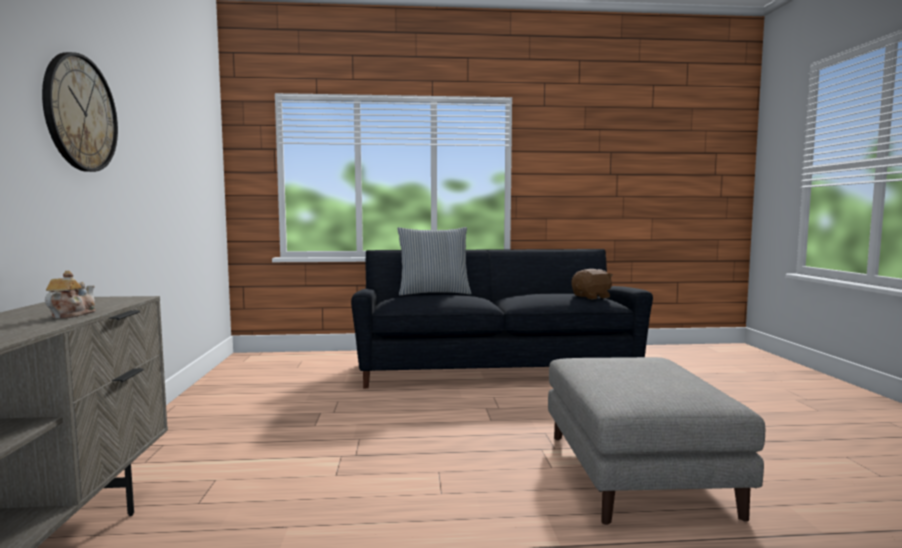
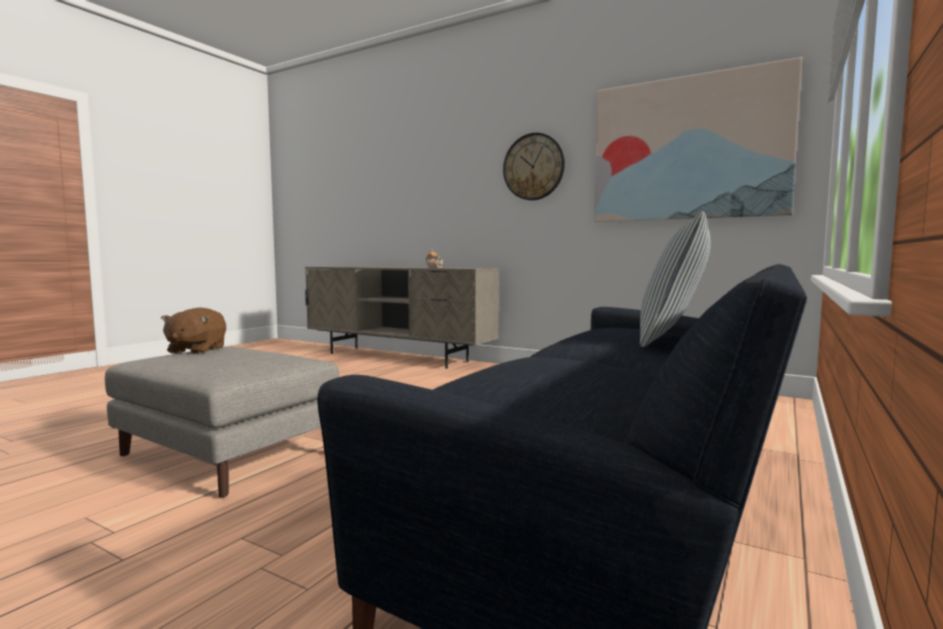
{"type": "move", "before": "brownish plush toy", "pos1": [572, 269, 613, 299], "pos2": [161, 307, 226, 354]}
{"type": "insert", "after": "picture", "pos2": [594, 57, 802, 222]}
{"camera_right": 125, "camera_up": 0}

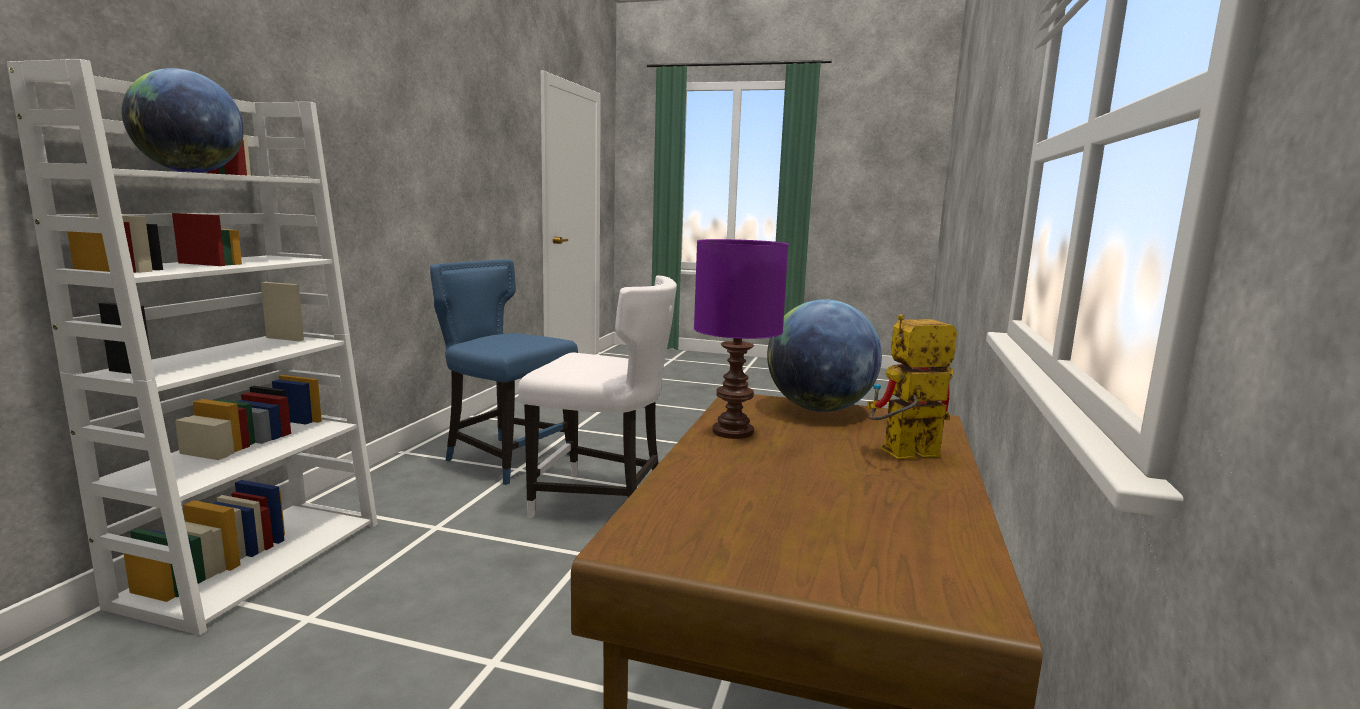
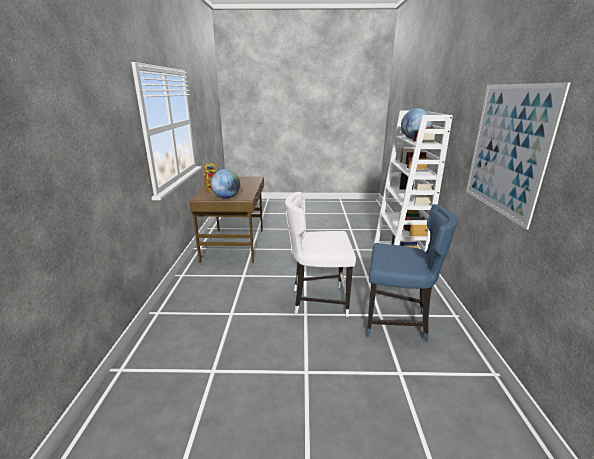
{"type": "delete", "before": "purplish tabletop lamp", "pos1": [694, 239, 789, 439]}
{"type": "insert", "after": "picture", "pos2": [466, 82, 571, 230]}
{"camera_right": 165, "camera_up": 10}

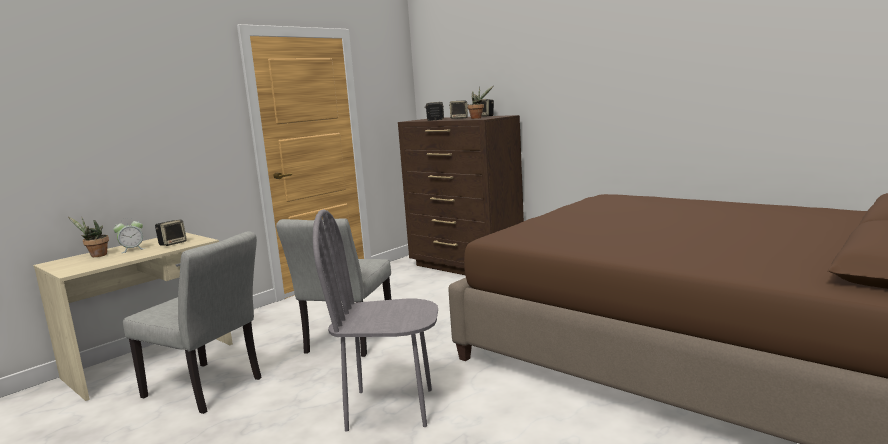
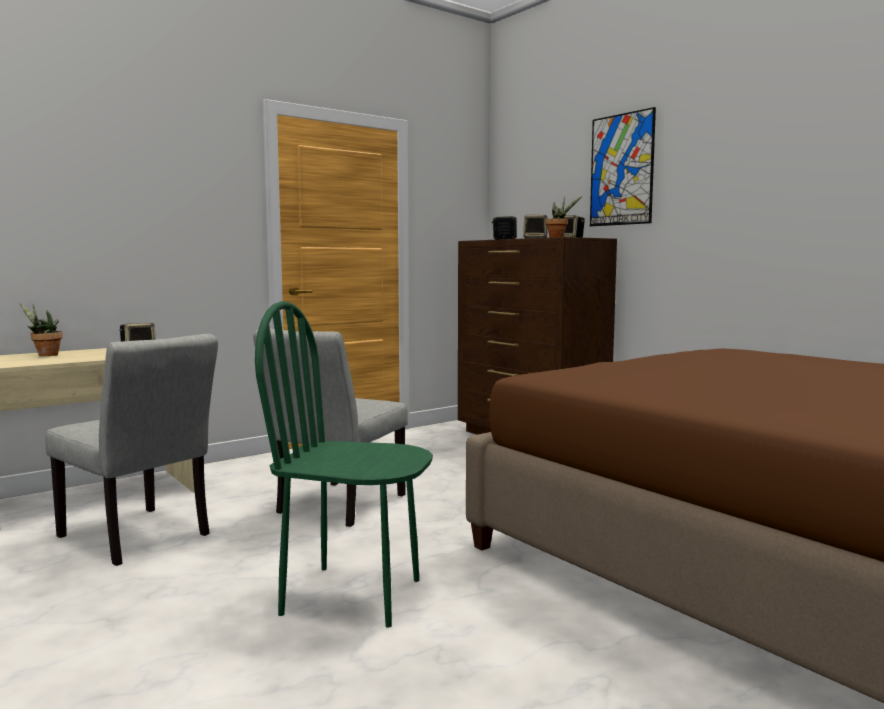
{"type": "recolor", "before": "gray upright chair", "after": "greenish upright chair", "pos1": [313, 209, 438, 432], "pos2": [255, 301, 433, 628]}
{"type": "delete", "before": "alarm clock", "pos1": [113, 219, 146, 253]}
{"type": "insert", "after": "picture", "pos2": [590, 107, 656, 226]}
{"camera_right": 10, "camera_up": -5}

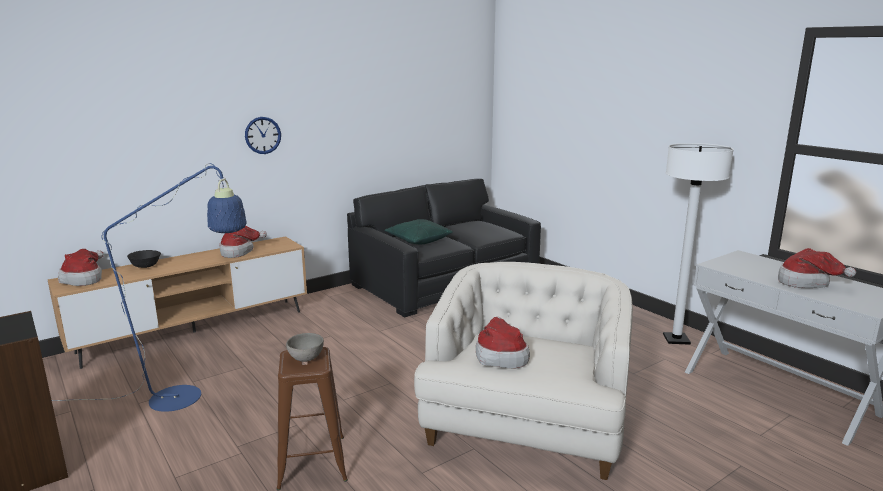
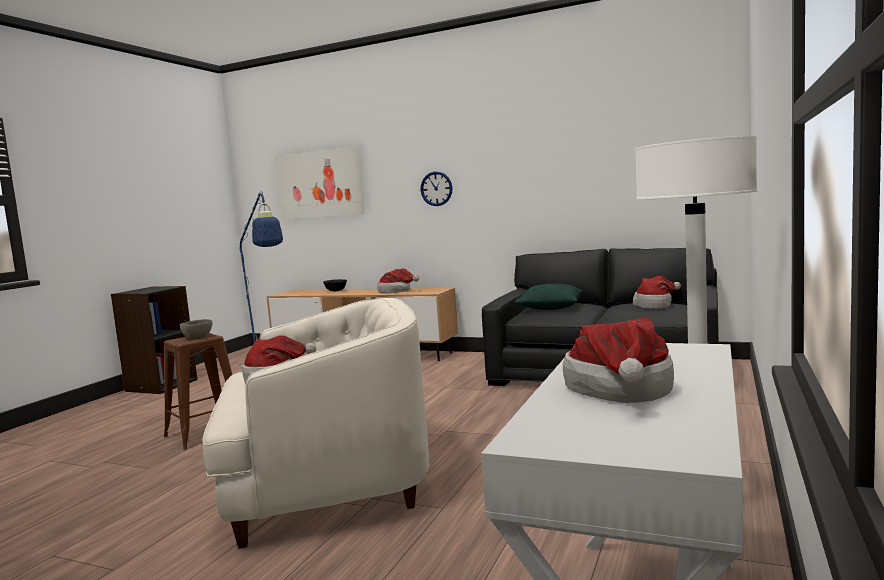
{"type": "move", "before": "wearable hat", "pos1": [58, 249, 104, 286], "pos2": [633, 276, 681, 309]}
{"type": "insert", "after": "picture", "pos2": [275, 146, 365, 220]}
{"camera_right": 60, "camera_up": -10}

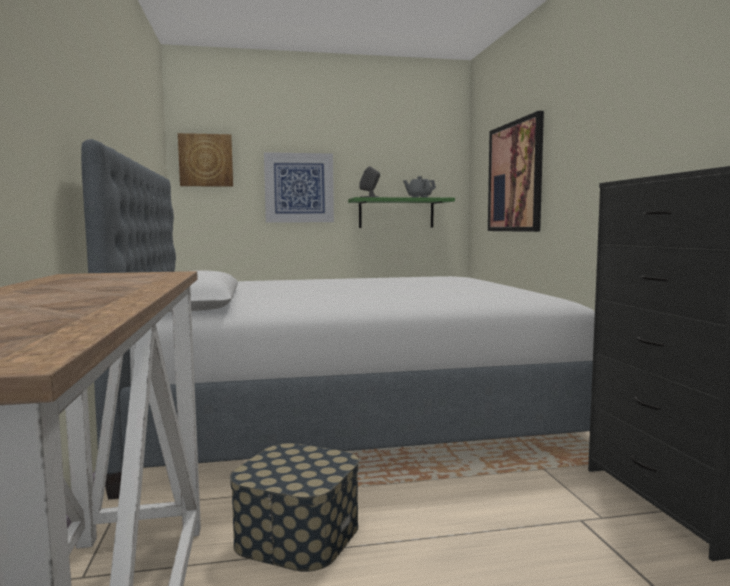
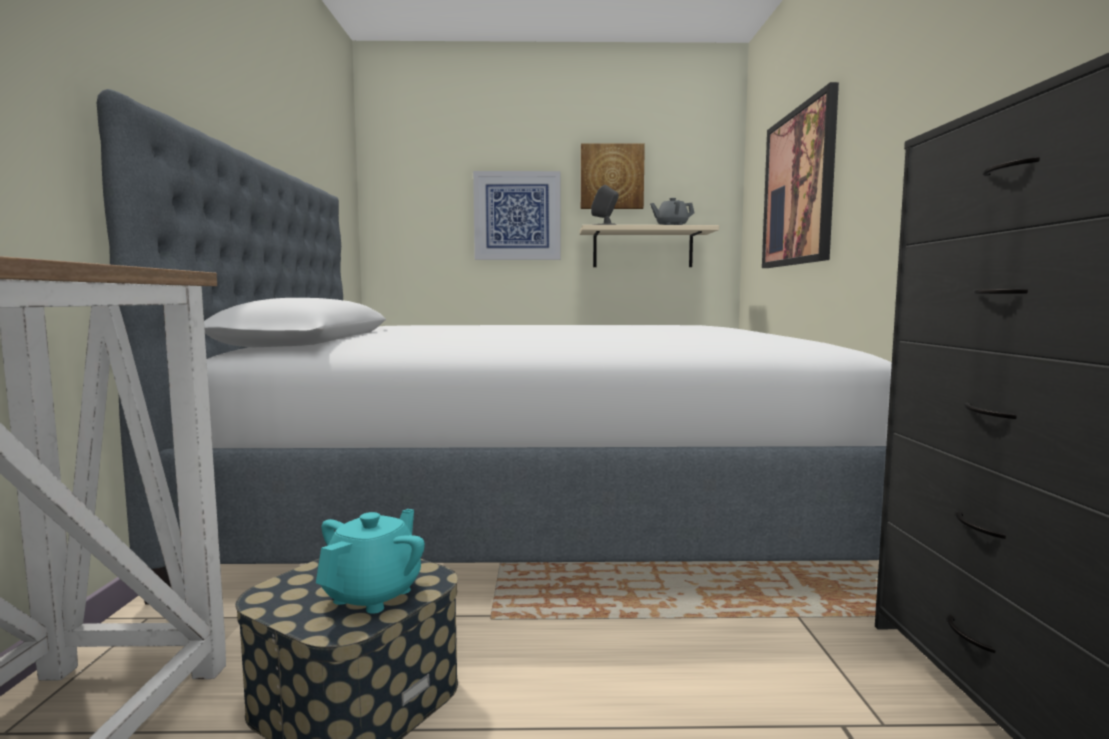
{"type": "move", "before": "picture", "pos1": [178, 133, 233, 187], "pos2": [581, 143, 645, 209]}
{"type": "recolor", "before": "greenish shelf", "after": "sand-coloured shelf", "pos1": [348, 197, 455, 228], "pos2": [580, 225, 719, 267]}
{"type": "insert", "after": "turquoise teapot", "pos2": [316, 509, 425, 614]}
{"camera_right": 10, "camera_up": 0}

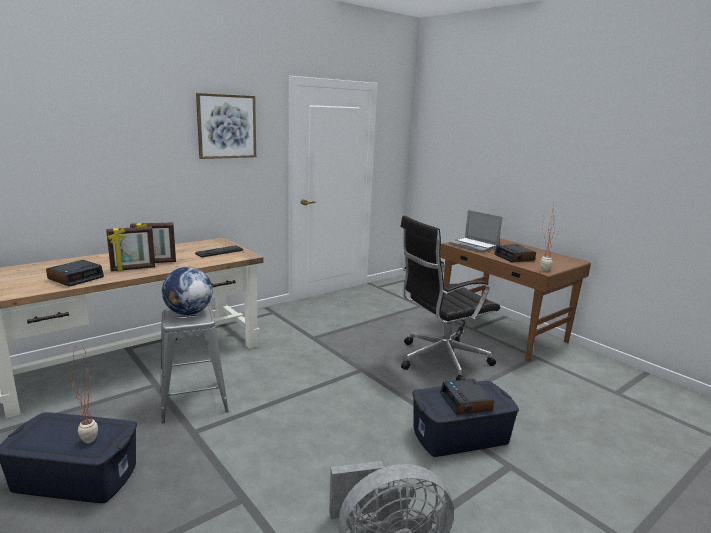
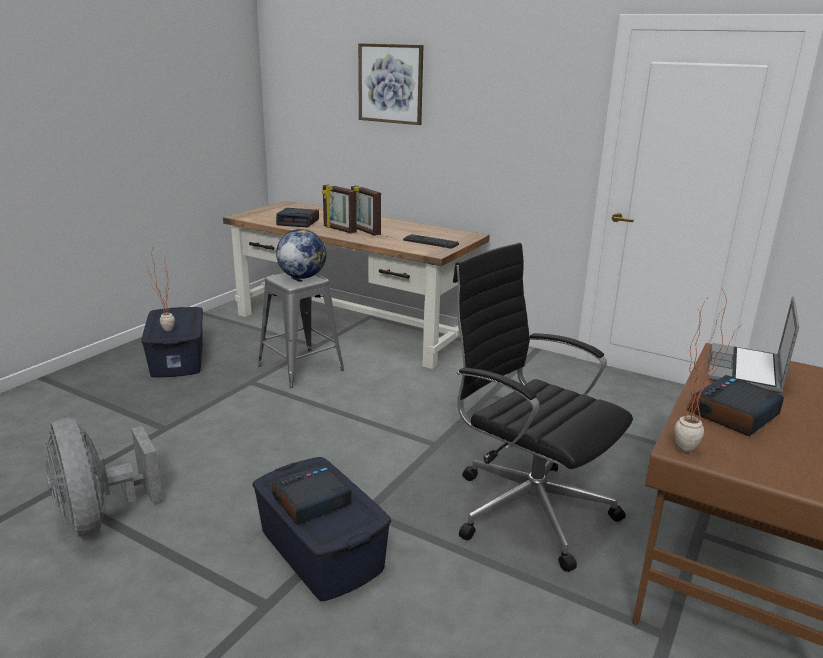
{"type": "move", "before": "picture", "pos1": [196, 93, 256, 159], "pos2": [358, 43, 424, 125]}
{"camera_right": 70, "camera_up": 5}

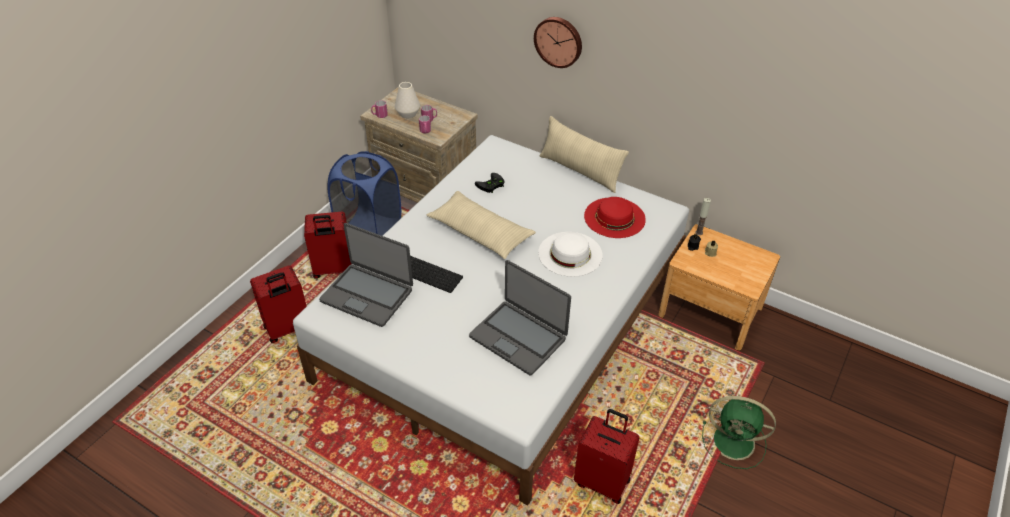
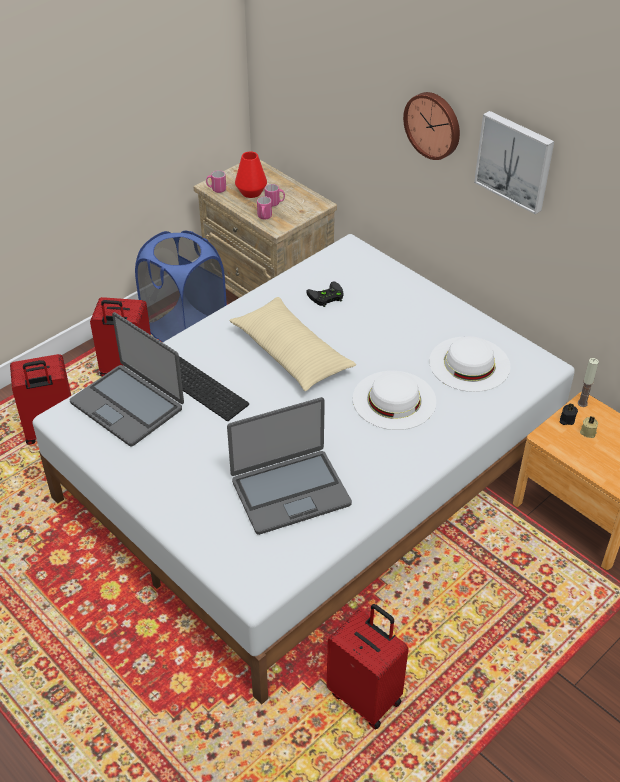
{"type": "recolor", "before": "white-coloured decorative vase", "after": "red-coloured decorative vase", "pos1": [395, 82, 420, 118], "pos2": [235, 151, 267, 198]}
{"type": "delete", "before": "sand-coloured throw pillow", "pos1": [540, 116, 629, 193]}
{"type": "recolor", "before": "red-coloured wearable hat", "after": "white-coloured wearable hat", "pos1": [584, 197, 646, 238], "pos2": [429, 336, 510, 392]}
{"type": "rotate", "before": "laptop", "pos1": [469, 260, 571, 375], "pos2": [227, 397, 352, 535], "turn": -75}
{"type": "delete", "before": "greenish cooling fan", "pos1": [702, 396, 776, 469]}
{"type": "insert", "after": "picture", "pos2": [474, 111, 554, 215]}
{"camera_right": 15, "camera_up": 0}

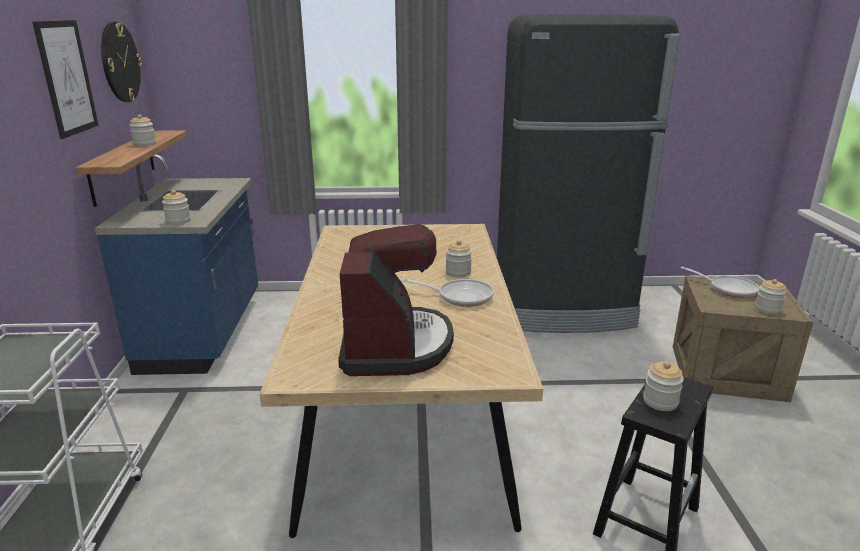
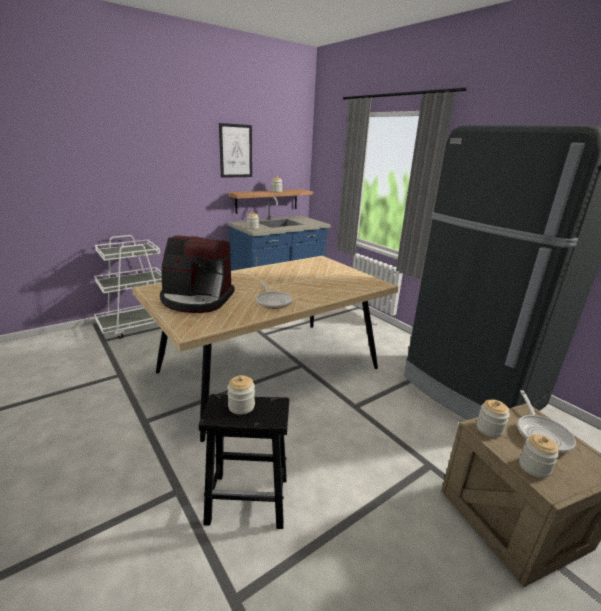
{"type": "delete", "before": "wall clock", "pos1": [101, 22, 142, 102]}
{"type": "rotate", "before": "coffee brewer", "pos1": [338, 224, 454, 376], "pos2": [160, 235, 235, 313], "turn": 45}
{"type": "move", "before": "jar", "pos1": [446, 240, 472, 277], "pos2": [477, 400, 510, 437]}
{"camera_right": 55, "camera_up": 0}

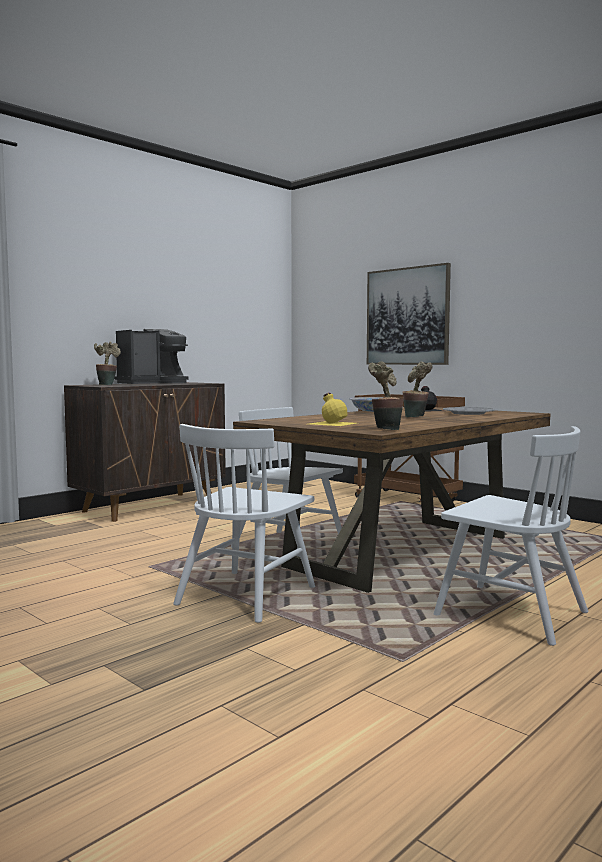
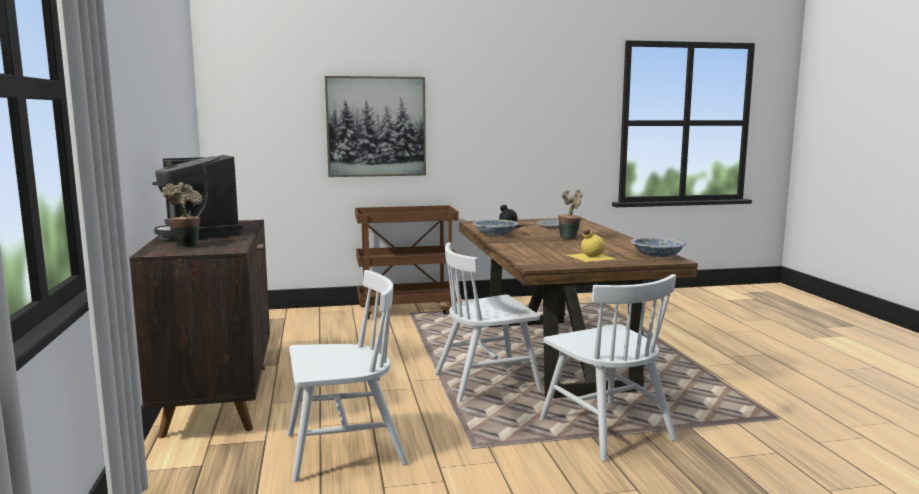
{"type": "rotate", "before": "coffee brewer", "pos1": [114, 329, 189, 384], "pos2": [152, 155, 242, 240], "turn": 150}
{"type": "replace", "before": "plant in a pot", "after": "serving bowl", "pos1": [368, 361, 404, 430], "pos2": [631, 237, 687, 257]}
{"type": "move", "before": "white-coloured upright chair", "pos1": [434, 426, 588, 646], "pos2": [287, 270, 408, 482]}
{"camera_right": -55, "camera_up": 5}

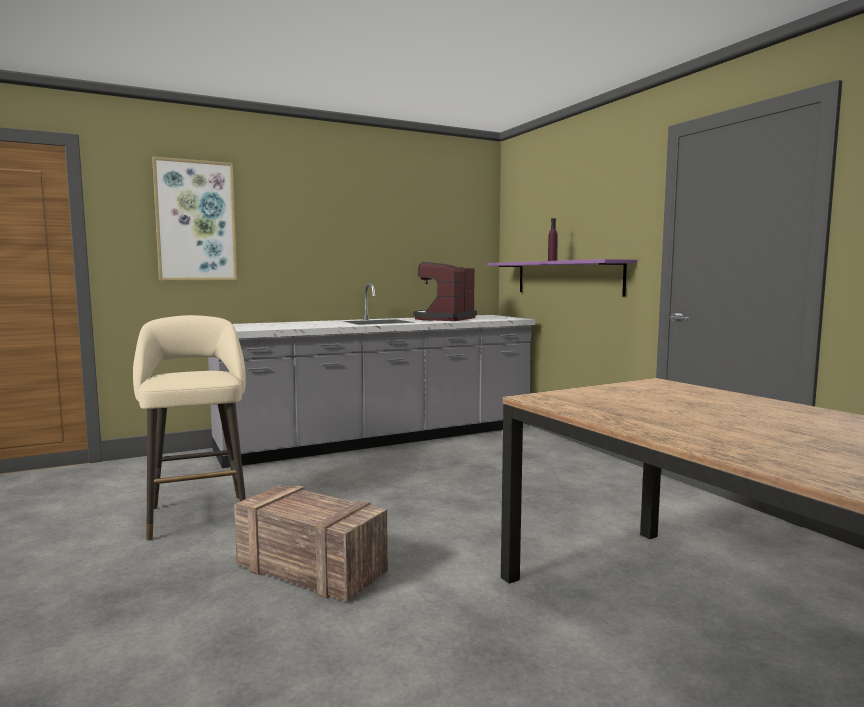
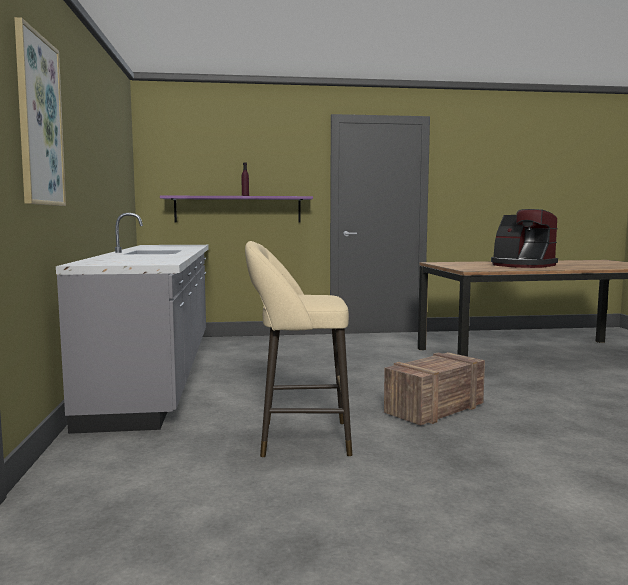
{"type": "move", "before": "coffee brewer", "pos1": [413, 262, 477, 321], "pos2": [491, 209, 558, 268]}
{"camera_right": -70, "camera_up": 0}

